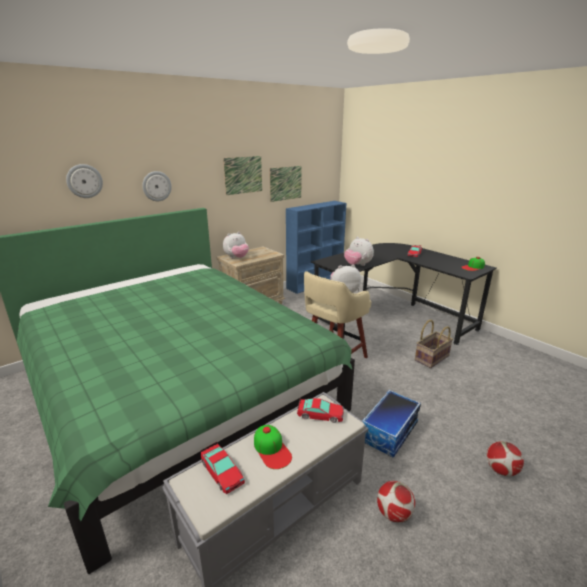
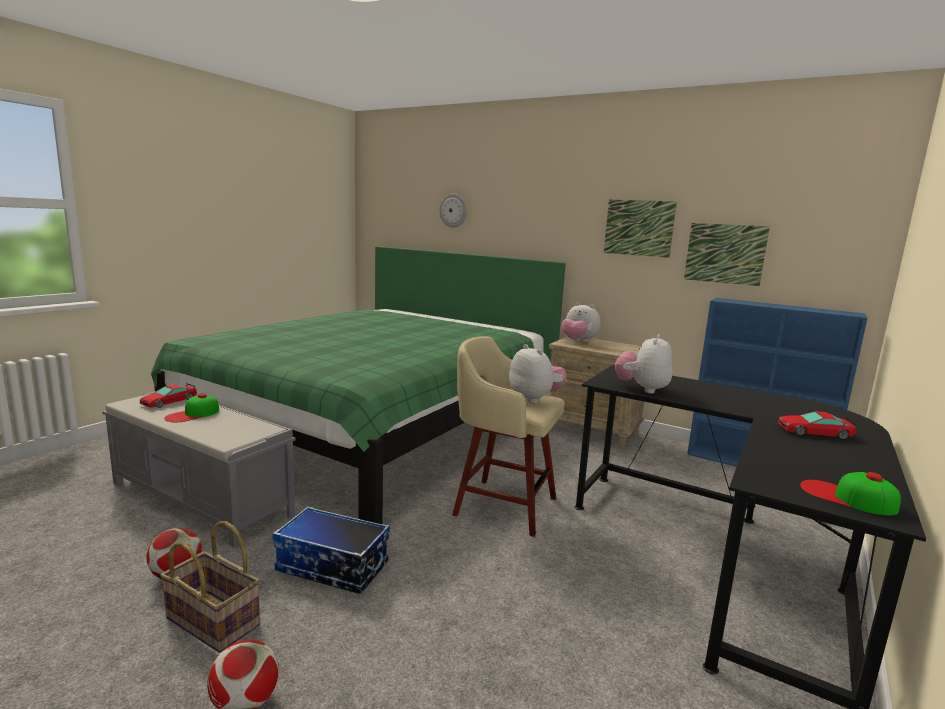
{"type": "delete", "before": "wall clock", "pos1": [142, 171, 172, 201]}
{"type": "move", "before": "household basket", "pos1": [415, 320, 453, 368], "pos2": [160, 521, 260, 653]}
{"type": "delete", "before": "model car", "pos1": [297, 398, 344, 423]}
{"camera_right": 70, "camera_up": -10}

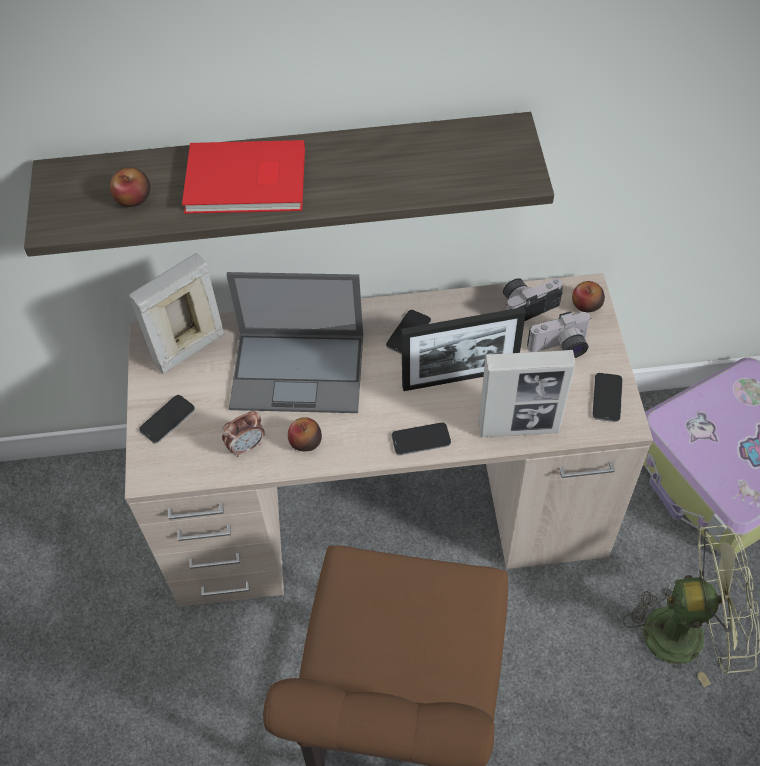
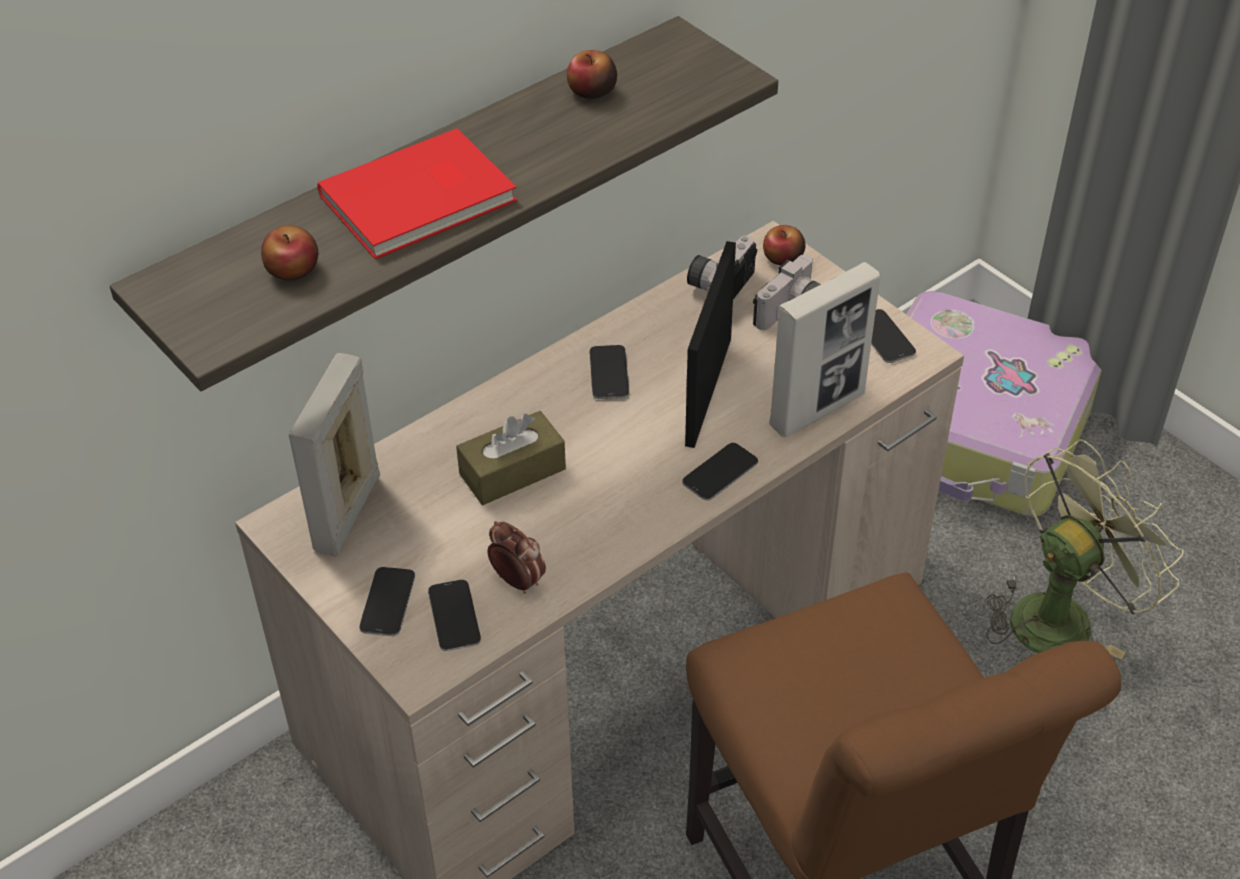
{"type": "replace", "before": "laptop", "after": "brownish box of tissues", "pos1": [226, 272, 363, 413], "pos2": [456, 411, 566, 505]}
{"type": "rotate", "before": "picture frame", "pos1": [401, 307, 526, 391], "pos2": [685, 241, 736, 448], "turn": 150}
{"type": "rotate", "before": "alarm clock", "pos1": [222, 411, 265, 457], "pos2": [487, 521, 546, 594], "turn": -75}
{"type": "move", "before": "whole apple", "pos1": [288, 417, 322, 451], "pos2": [567, 50, 617, 99]}
{"type": "insert", "after": "phone", "pos2": [428, 580, 481, 651]}
{"camera_right": -35, "camera_up": -10}

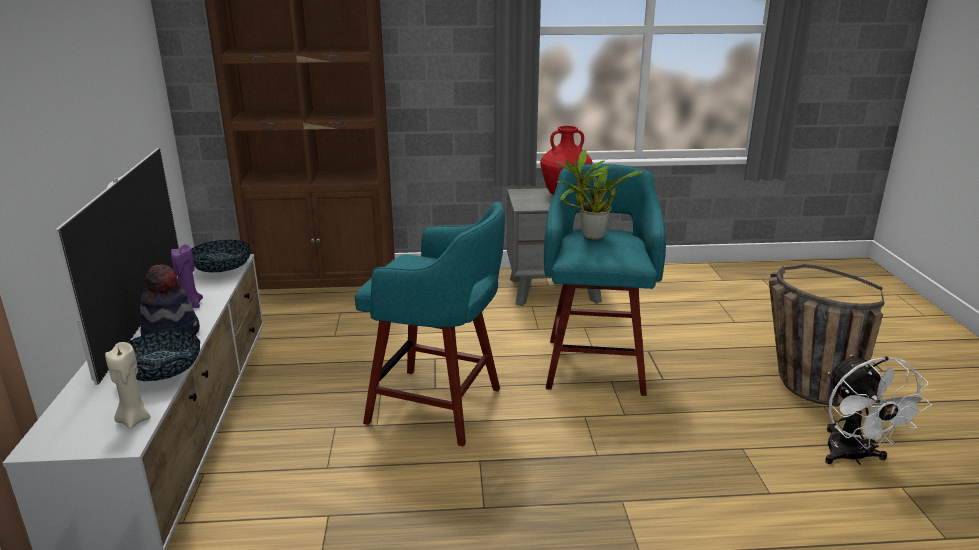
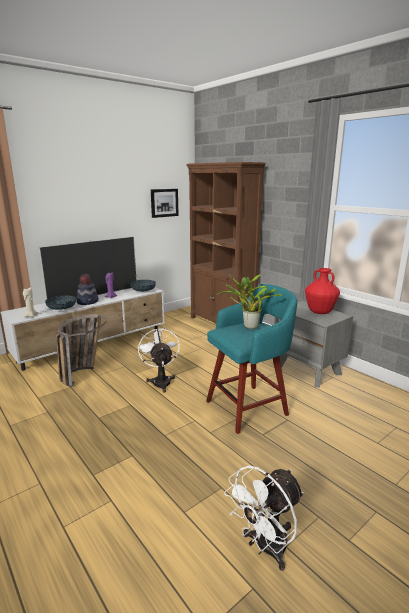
{"type": "replace", "before": "turquoise stool", "after": "white-coloured cooling fan", "pos1": [355, 201, 505, 446], "pos2": [137, 326, 180, 393]}
{"type": "move", "before": "household basket", "pos1": [768, 264, 885, 406], "pos2": [56, 314, 107, 387]}
{"type": "insert", "after": "picture", "pos2": [151, 189, 179, 218]}
{"camera_right": 55, "camera_up": -5}

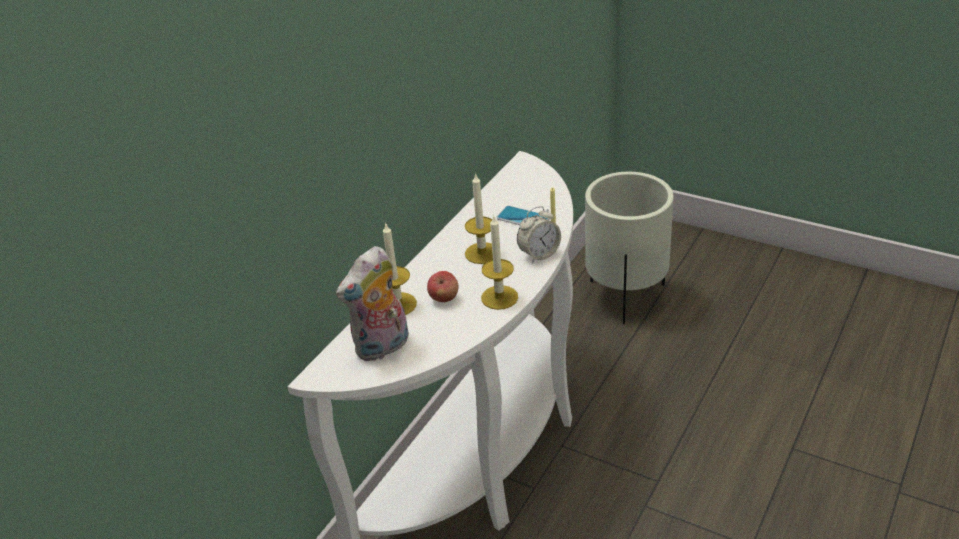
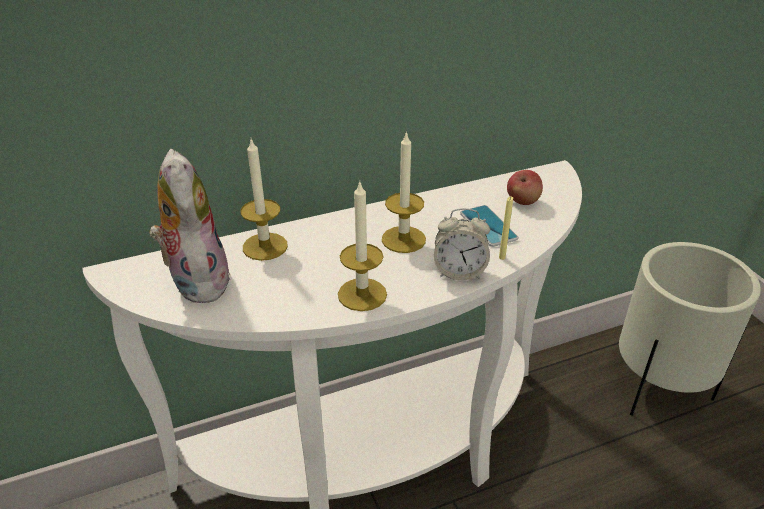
{"type": "rotate", "before": "plush toy", "pos1": [336, 246, 409, 361], "pos2": [149, 149, 230, 303], "turn": 75}
{"type": "move", "before": "whole apple", "pos1": [427, 271, 458, 302], "pos2": [507, 170, 543, 205]}
{"camera_right": 35, "camera_up": 0}

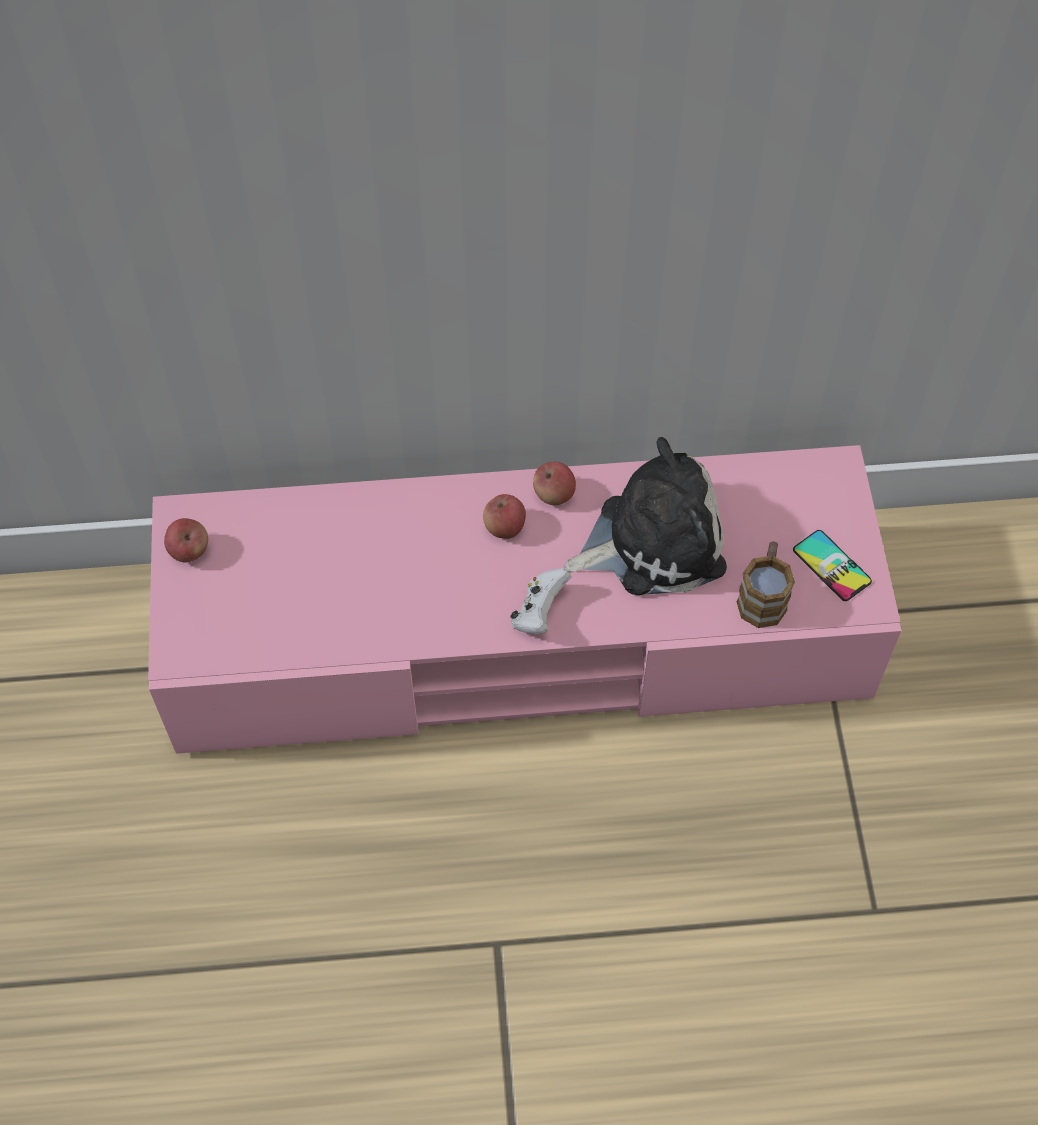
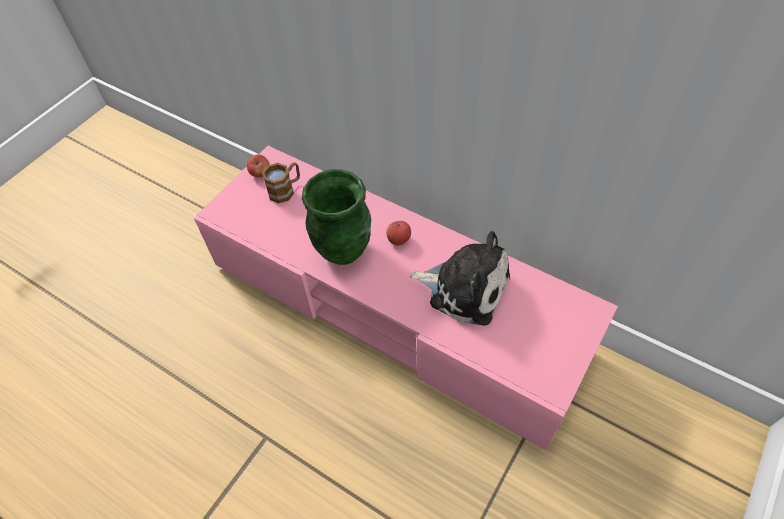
{"type": "delete", "before": "whole apple", "pos1": [533, 462, 576, 505]}
{"type": "delete", "before": "phone", "pos1": [793, 530, 872, 601]}
{"type": "move", "before": "tea mug", "pos1": [736, 541, 795, 628], "pos2": [262, 163, 300, 203]}
{"type": "delete", "before": "white-coloured joypad", "pos1": [510, 568, 571, 634]}
{"type": "insert", "after": "greenish decorative vase", "pos2": [302, 169, 371, 265]}
{"camera_right": 40, "camera_up": -5}

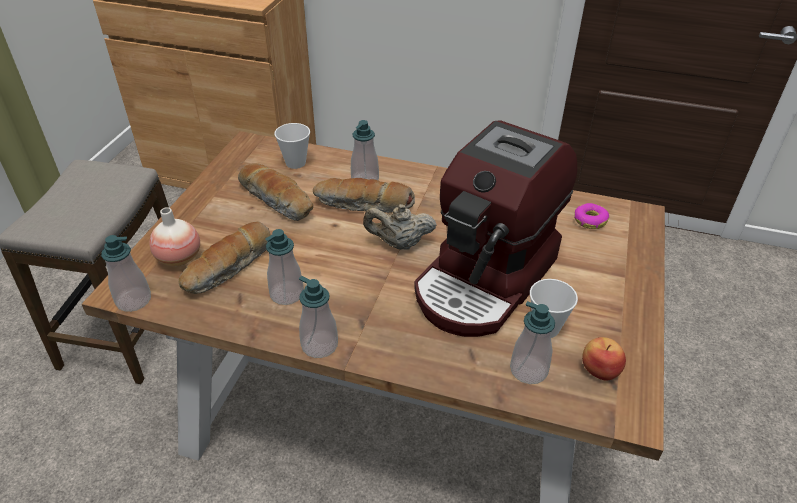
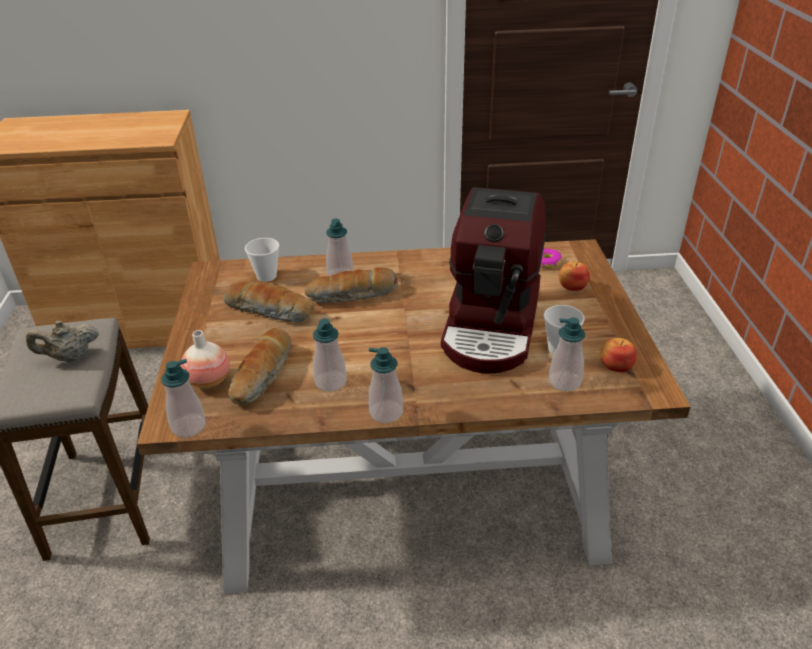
{"type": "move", "before": "sand-coloured teapot", "pos1": [363, 204, 437, 250], "pos2": [26, 321, 99, 362]}
{"type": "insert", "after": "whole apple", "pos2": [559, 262, 590, 291]}
{"camera_right": -20, "camera_up": -5}

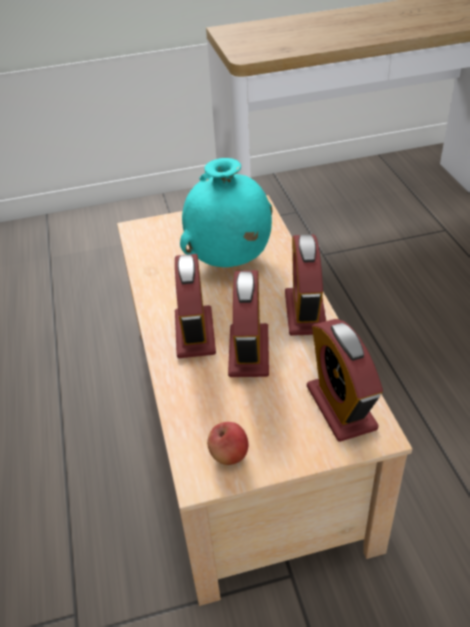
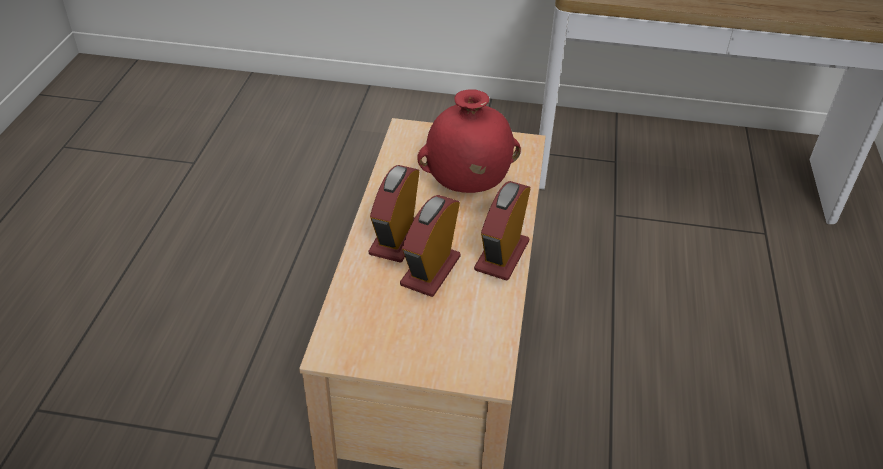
{"type": "recolor", "before": "turquoise decorative vase", "after": "red-coloured decorative vase", "pos1": [180, 158, 272, 267], "pos2": [417, 89, 521, 193]}
{"type": "delete", "before": "alarm clock", "pos1": [307, 319, 383, 442]}
{"type": "delete", "before": "whole apple", "pos1": [207, 422, 248, 465]}
{"camera_right": 20, "camera_up": 0}

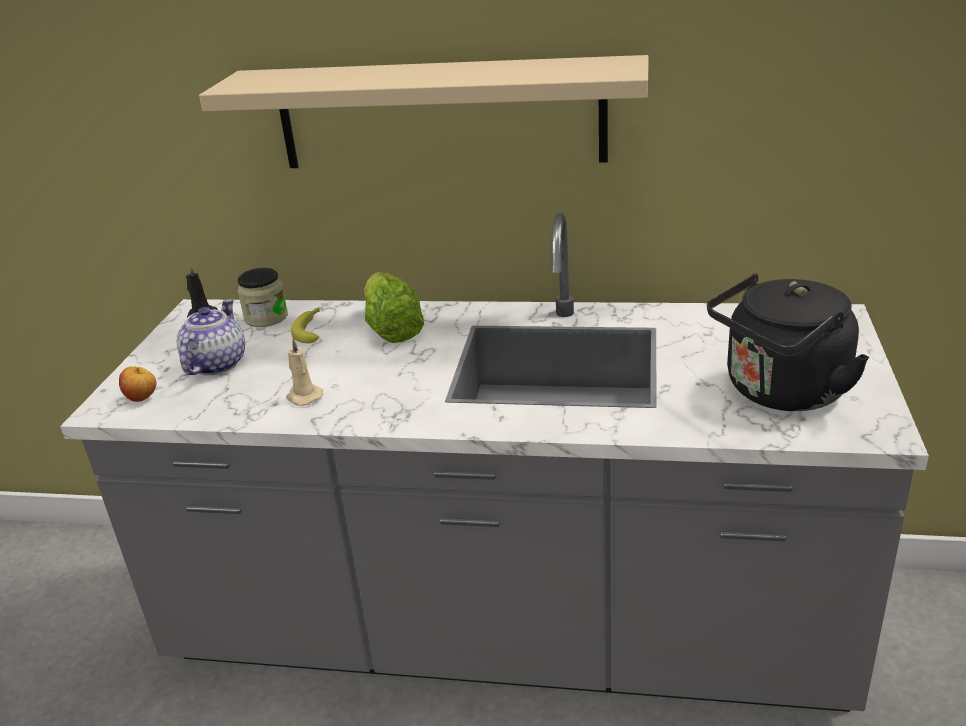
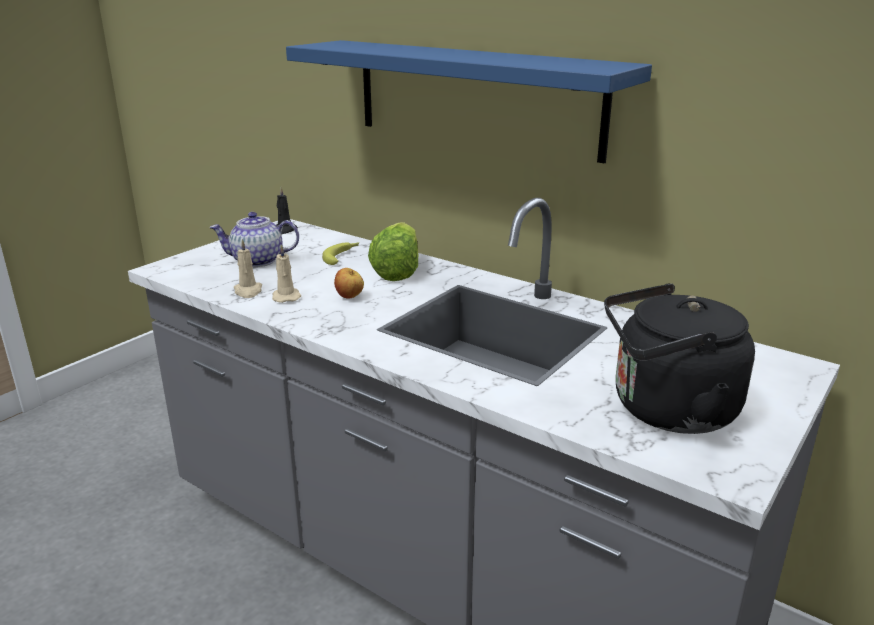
{"type": "recolor", "before": "sand-coloured shelf", "after": "blue shelf", "pos1": [199, 55, 649, 168], "pos2": [286, 40, 652, 164]}
{"type": "delete", "before": "jar", "pos1": [237, 268, 288, 327]}
{"type": "rotate", "before": "teapot", "pos1": [177, 299, 245, 375], "pos2": [209, 212, 299, 267], "turn": -135}
{"type": "move", "before": "whole apple", "pos1": [119, 366, 156, 402], "pos2": [334, 268, 364, 299]}
{"type": "insert", "after": "sand-coloured wax light", "pos2": [234, 239, 262, 298]}
{"camera_right": 25, "camera_up": -5}

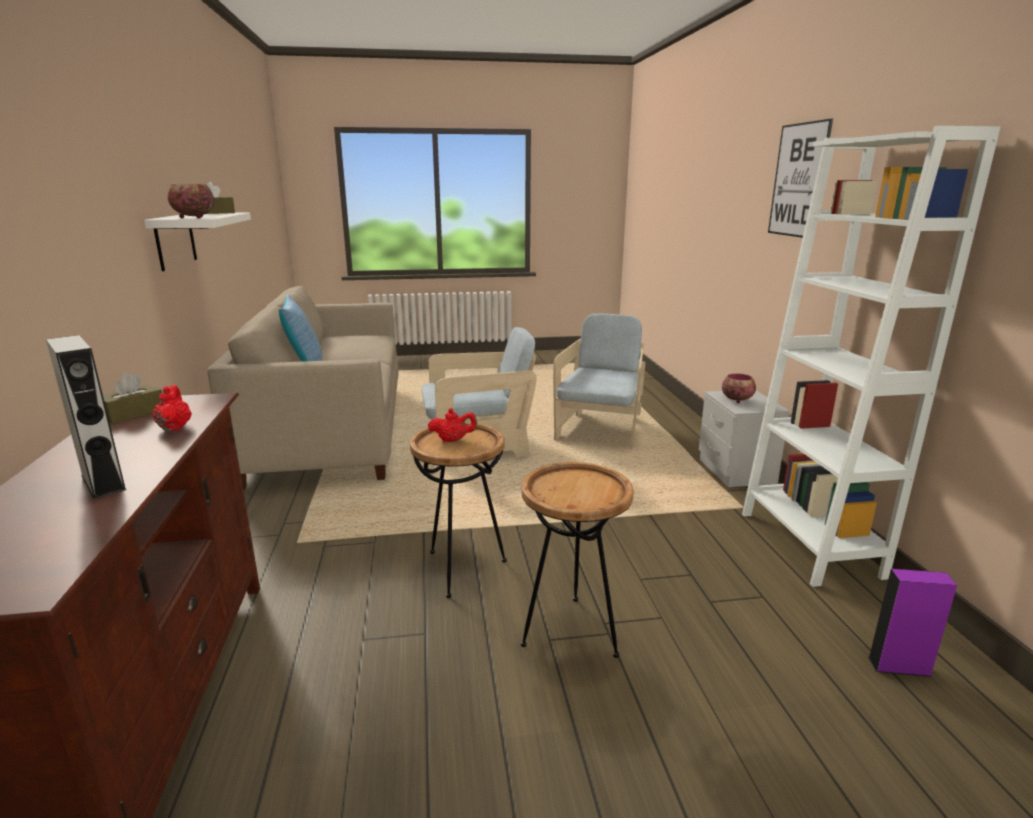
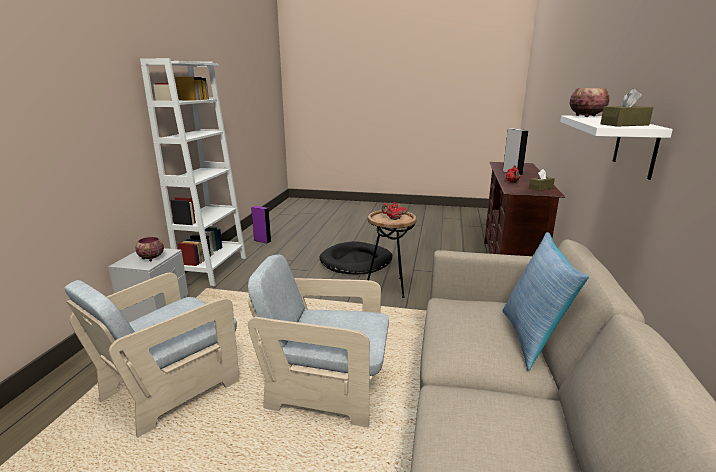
{"type": "delete", "before": "picture", "pos1": [768, 119, 833, 238]}
{"type": "replace", "before": "brownish end table", "after": "black dog bed", "pos1": [521, 462, 634, 658], "pos2": [319, 241, 393, 274]}
{"camera_right": -160, "camera_up": 0}

